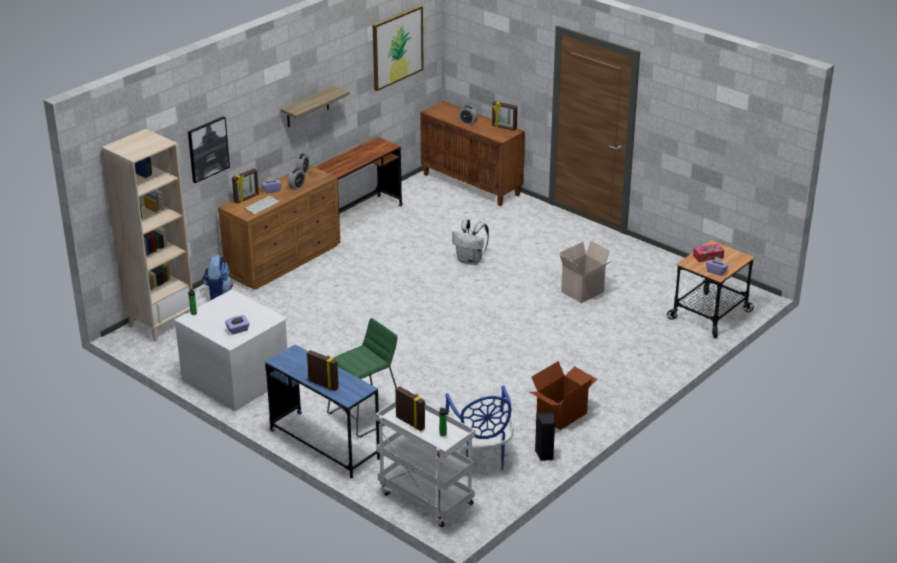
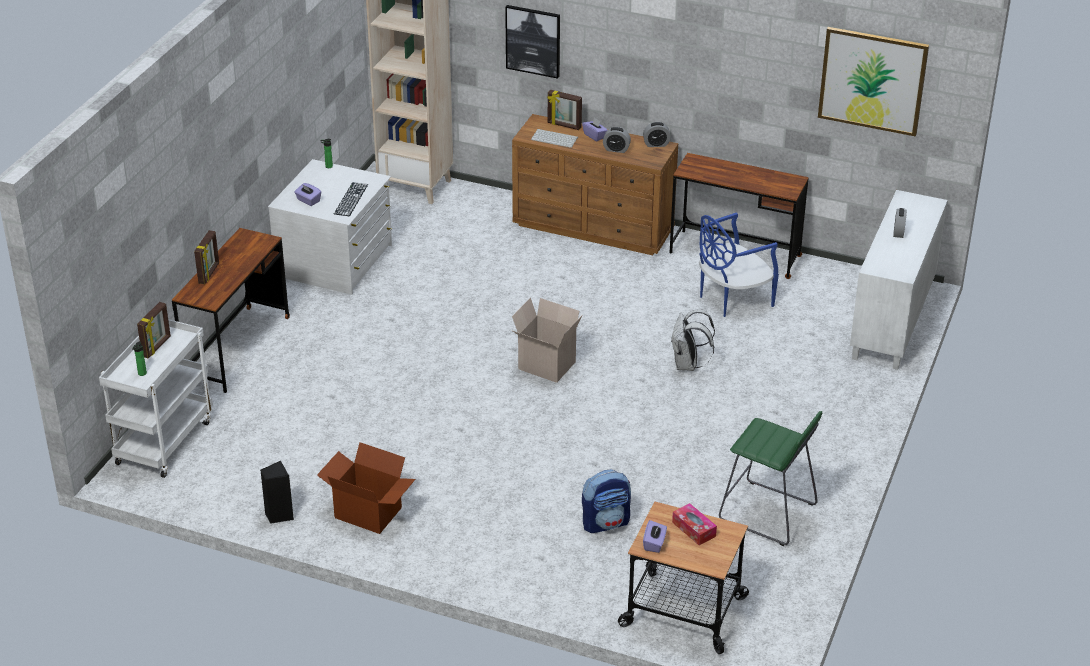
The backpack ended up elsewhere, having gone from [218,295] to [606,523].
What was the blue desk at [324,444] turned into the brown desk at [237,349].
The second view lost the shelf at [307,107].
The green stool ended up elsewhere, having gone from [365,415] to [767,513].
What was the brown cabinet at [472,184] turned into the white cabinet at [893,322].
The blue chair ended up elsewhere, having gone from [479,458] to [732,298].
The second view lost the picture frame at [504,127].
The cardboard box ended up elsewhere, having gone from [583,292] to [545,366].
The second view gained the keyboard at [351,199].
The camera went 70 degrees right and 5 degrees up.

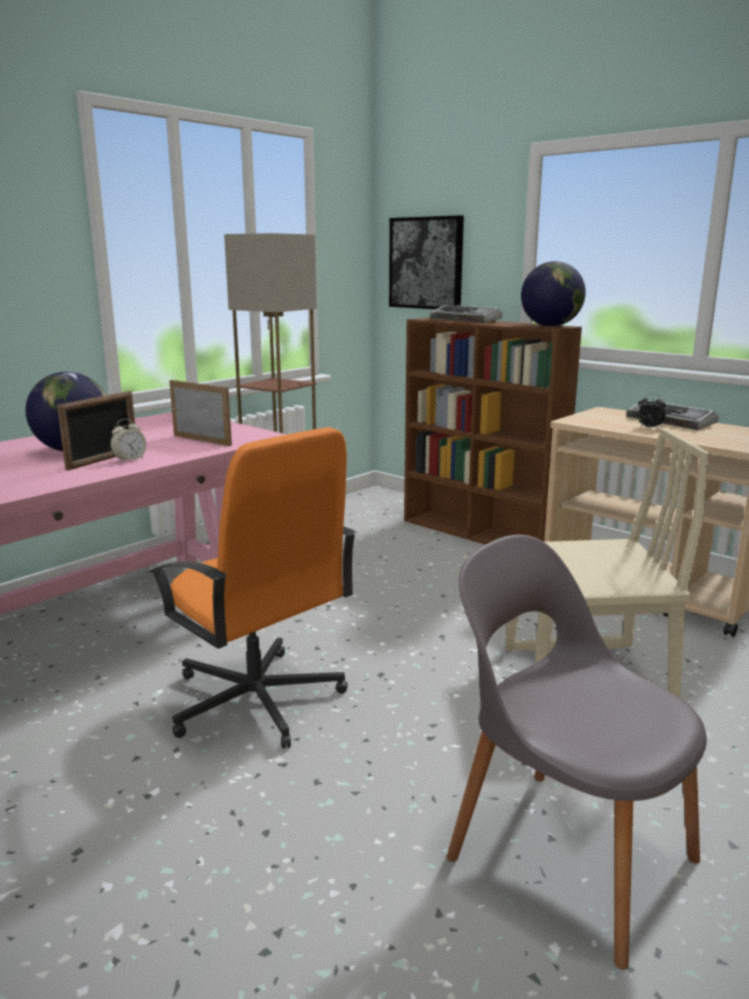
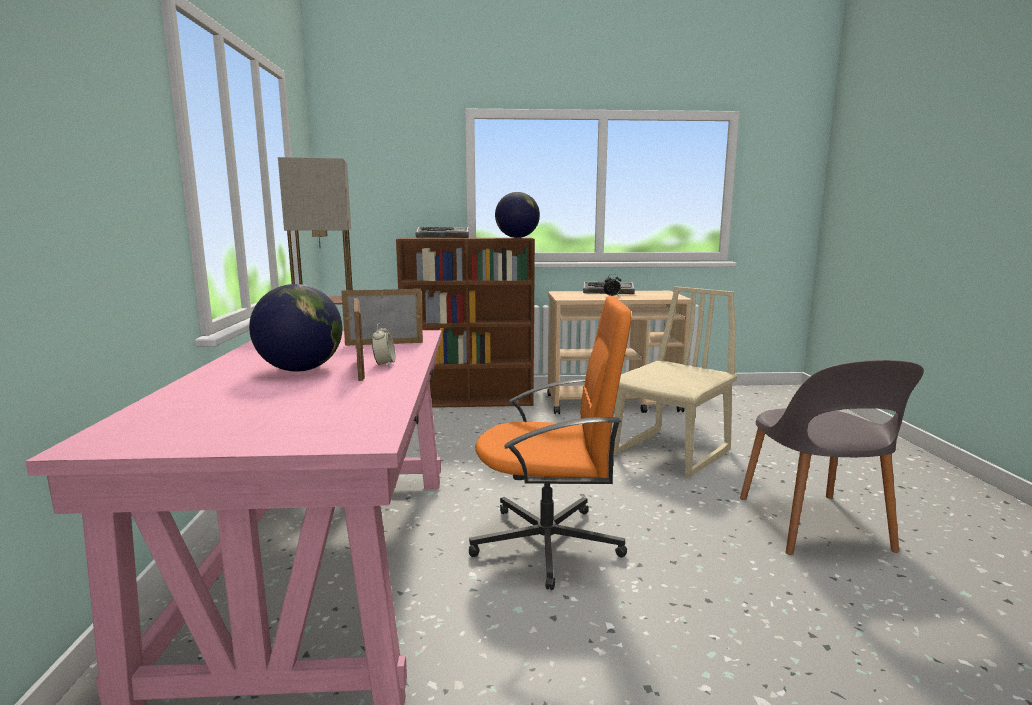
The second view lost the picture at [426,263].
The grey chair at [566,853] ended up facing another way, 90 degrees counterclockwise from before.
The camera went 45 degrees left and 5 degrees down.

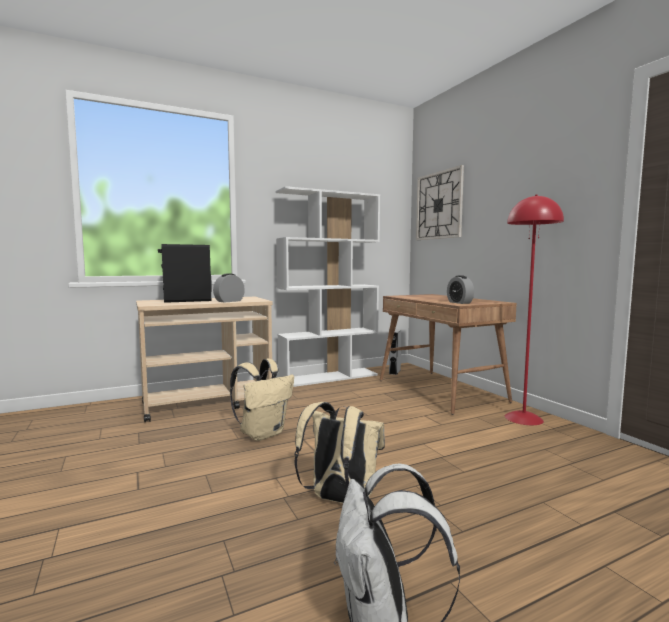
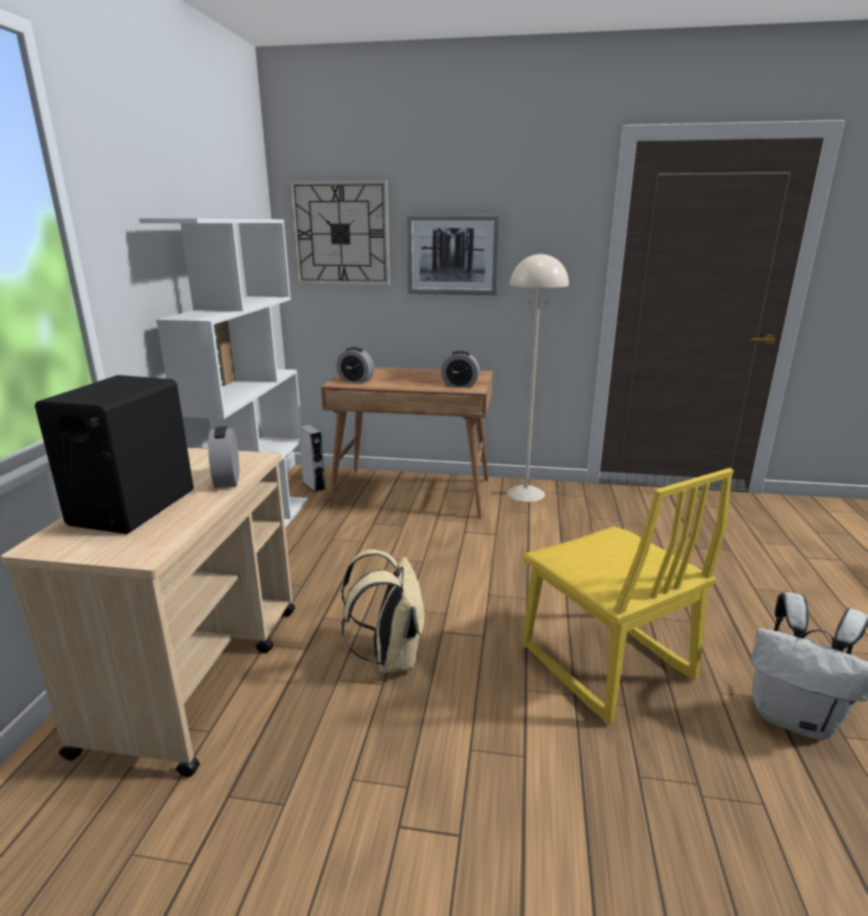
Where the beige backpack stood at [339,500], the yellow chair came to stand at [604,663].
What was the red floor lamp at [524,418] turned into the beige floor lamp at [526,493].
The second view gained the alarm clock at [355,380].
The second view gained the picture at [452,255].
The camera went 55 degrees left and 15 degrees up.

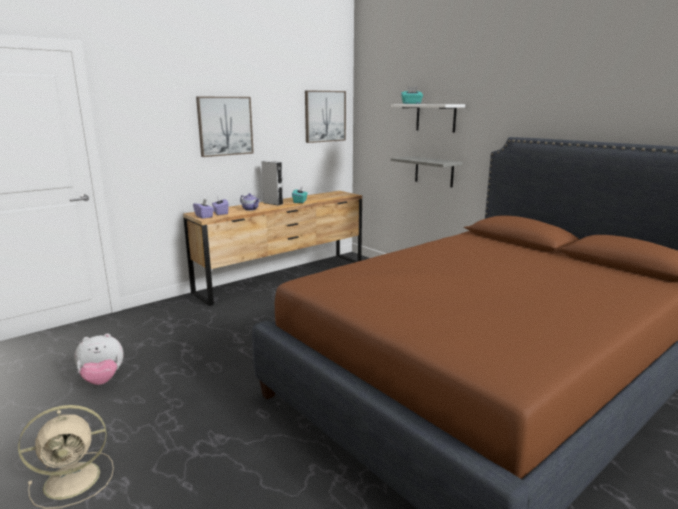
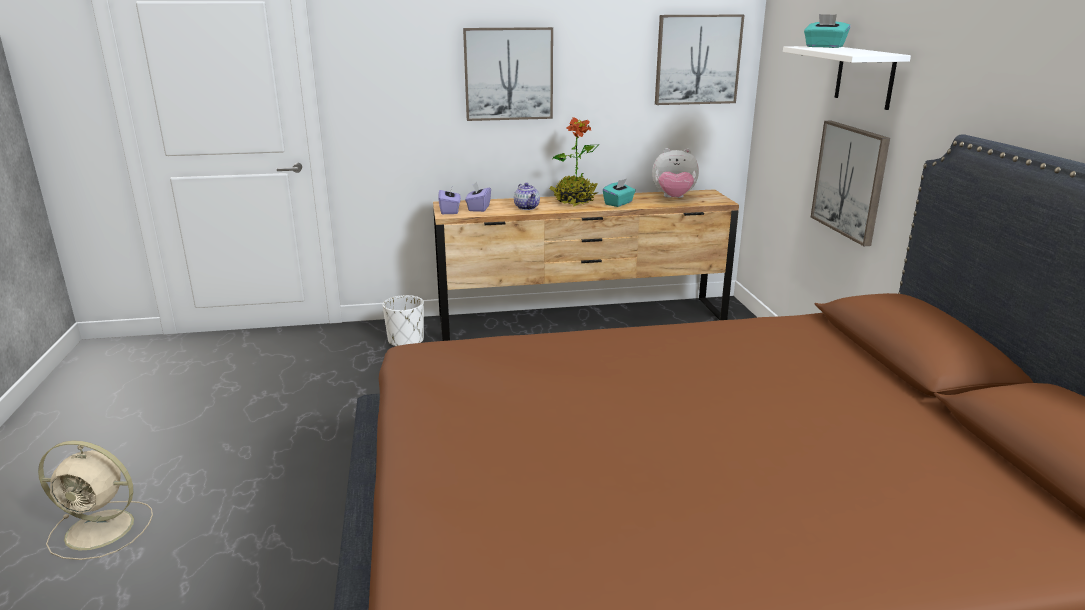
The plush toy ended up elsewhere, having gone from [102,380] to [673,198].
Where the grey speaker stood at [273,203], the potted plant came to stand at [574,201].
Where the grey shelf hung at [434,171], the picture came to hang at [850,181].
The second view gained the white planter at [406,341].
The camera went 30 degrees right and 5 degrees up.

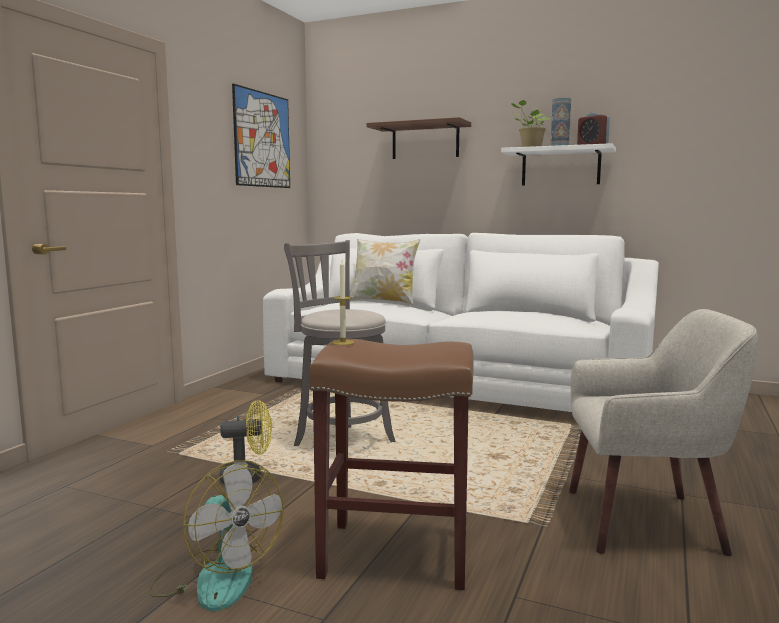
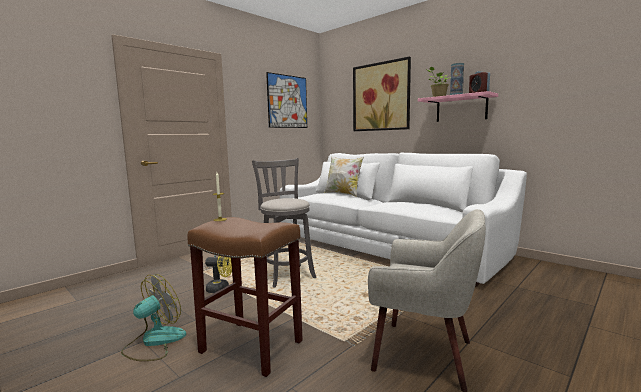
The fan at [215,577] ended up facing another way, 120 degrees counterclockwise from before.
Where the brown shelf hung at [425,141], the picture came to hang at [381,97].
What was the white shelf at [560,167] turned into the pink shelf at [461,108].
The camera went 20 degrees right and 0 degrees up.

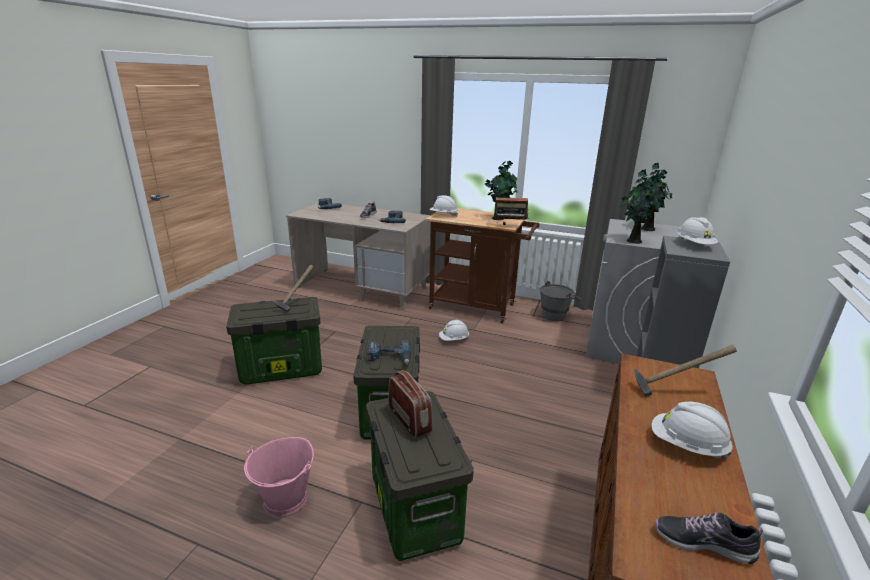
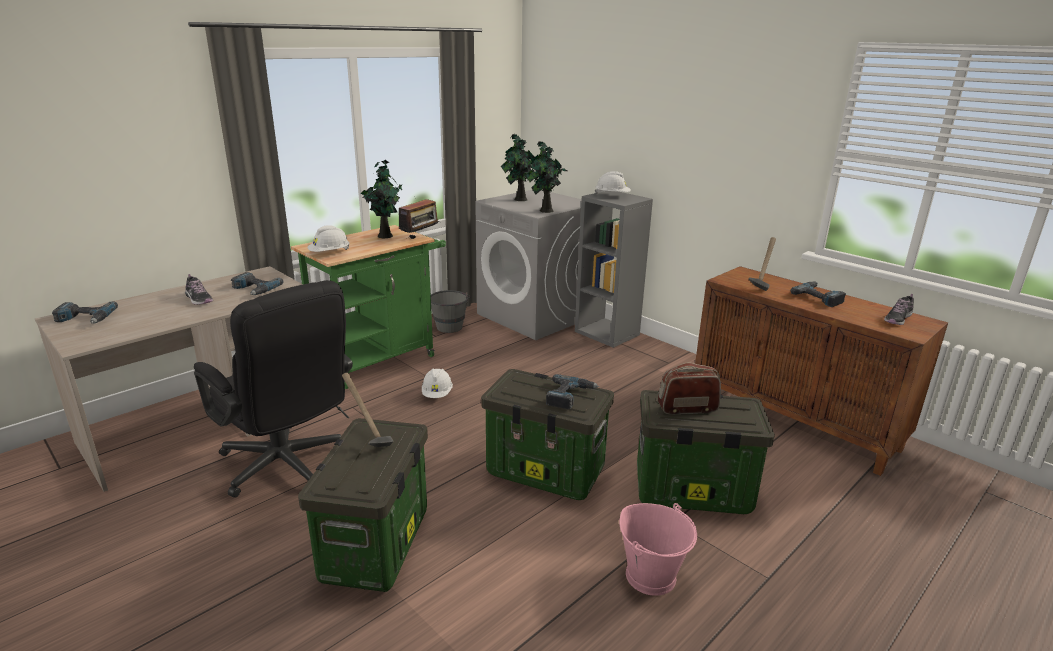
What was the brown cart at [477,307] turned into the green cart at [381,359].
Where the white hard hat stood at [686,446], the power drill came to stand at [819,297].
The second view gained the black office chair at [288,467].
The camera went 65 degrees left and 0 degrees up.

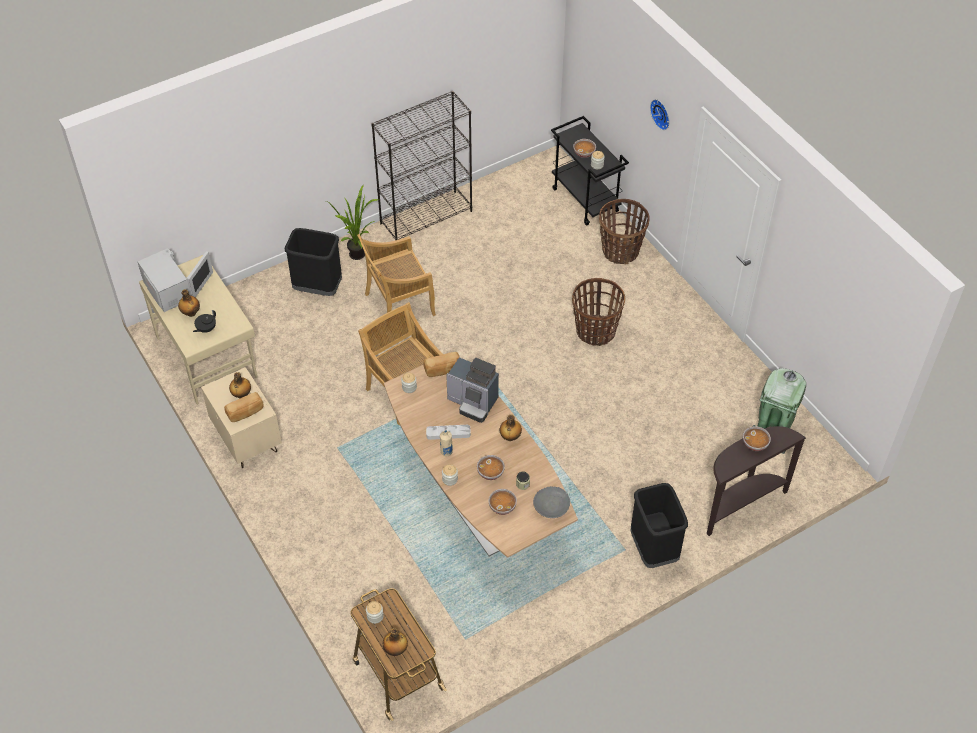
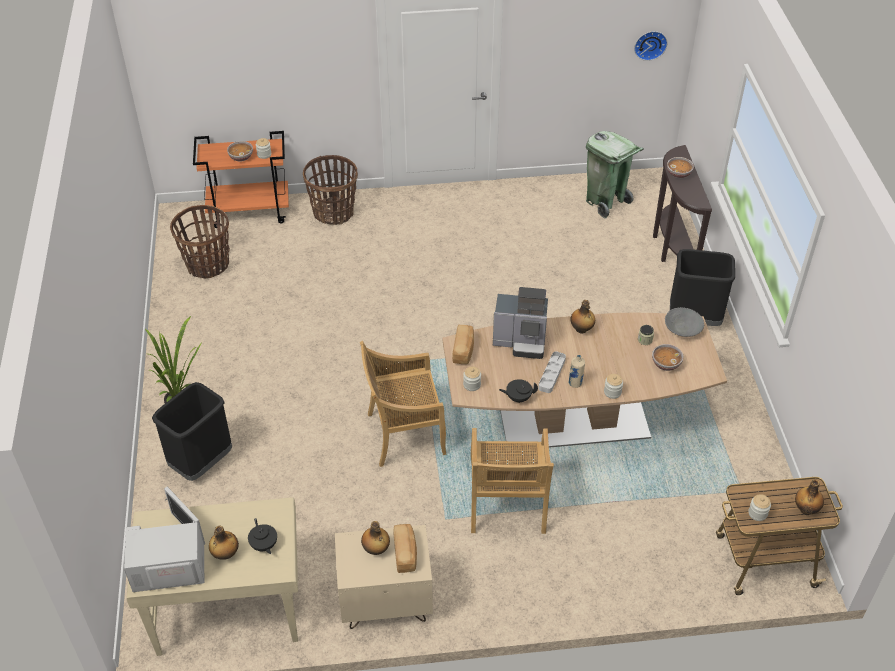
The beige chair ended up elsewhere, having gone from [398,305] to [507,506].
The second view lost the black bookcase at [426,217].
The coffee machine at [473,402] ended up facing another way, 45 degrees clockwise from before.
The second view lost the bowl at [490,473].
What was the black cart at [586,200] turned into the orange cart at [250,211].
The basket ended up elsewhere, having gone from [595,331] to [207,265].
The wall clock ended up elsewhere, having gone from [661,113] to [650,44].
The second view gained the black teapot at [518,398].
The camera went 65 degrees left and 5 degrees down.

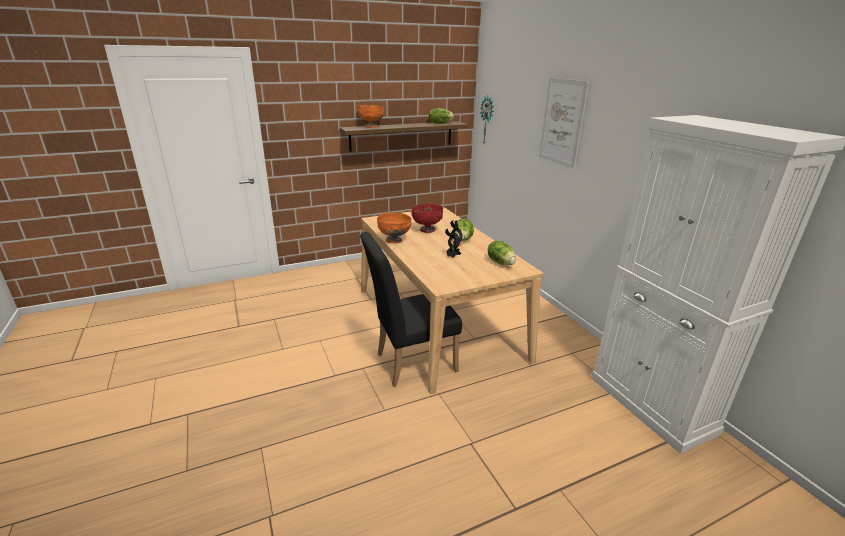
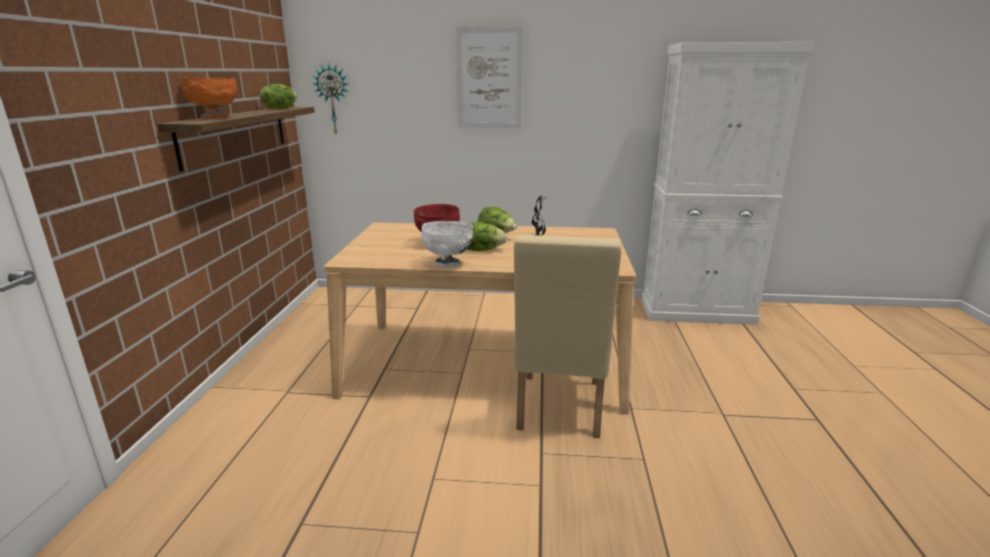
What was the black chair at [410,363] turned into the beige chair at [558,410].
What was the orange bowl at [394,241] turned into the white bowl at [448,264].
The lettuce ended up elsewhere, having gone from [501,262] to [480,250].
The camera went 60 degrees left and 5 degrees down.

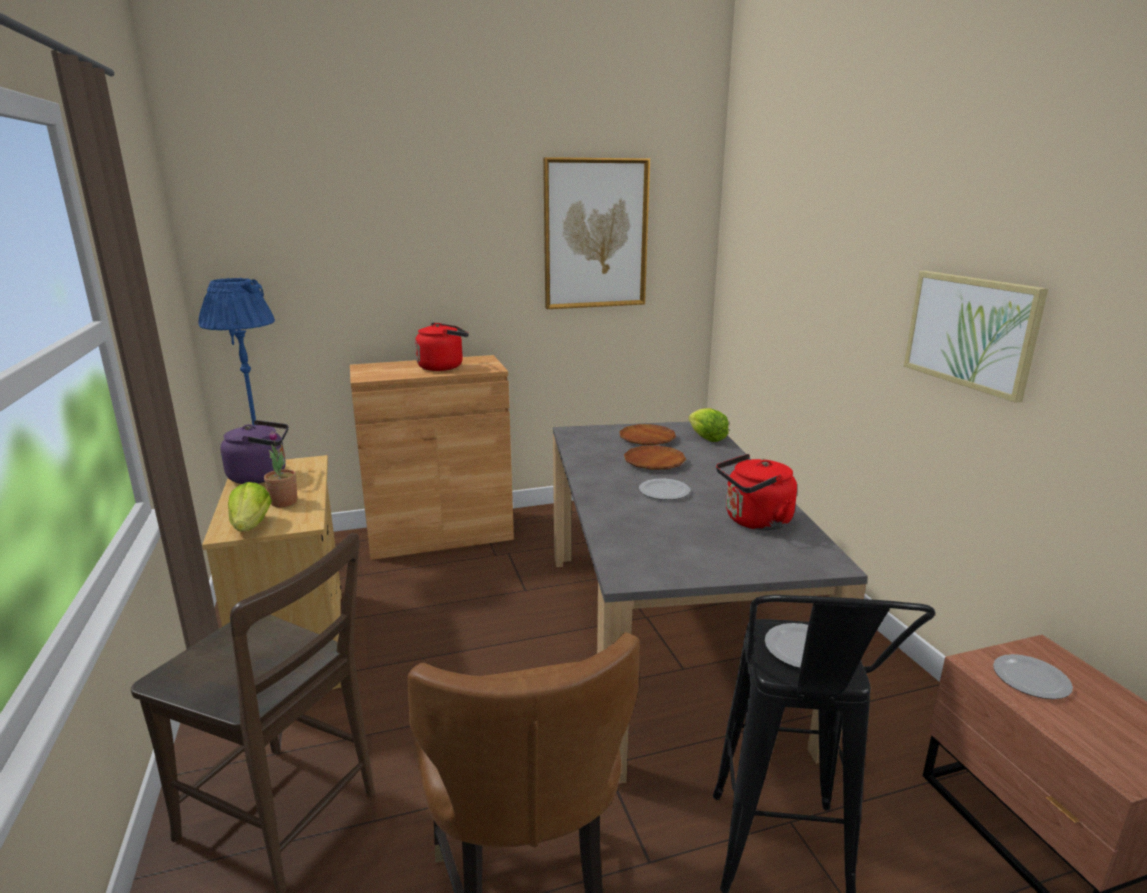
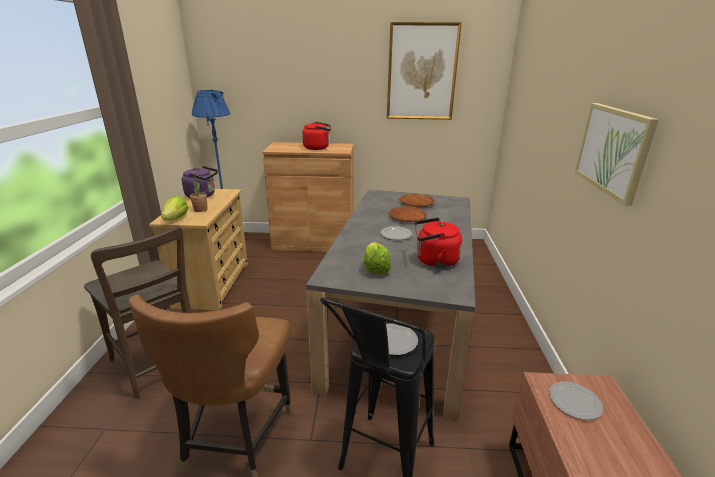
The lettuce ended up elsewhere, having gone from [706,438] to [375,268].
The camera went 20 degrees right and 5 degrees up.

